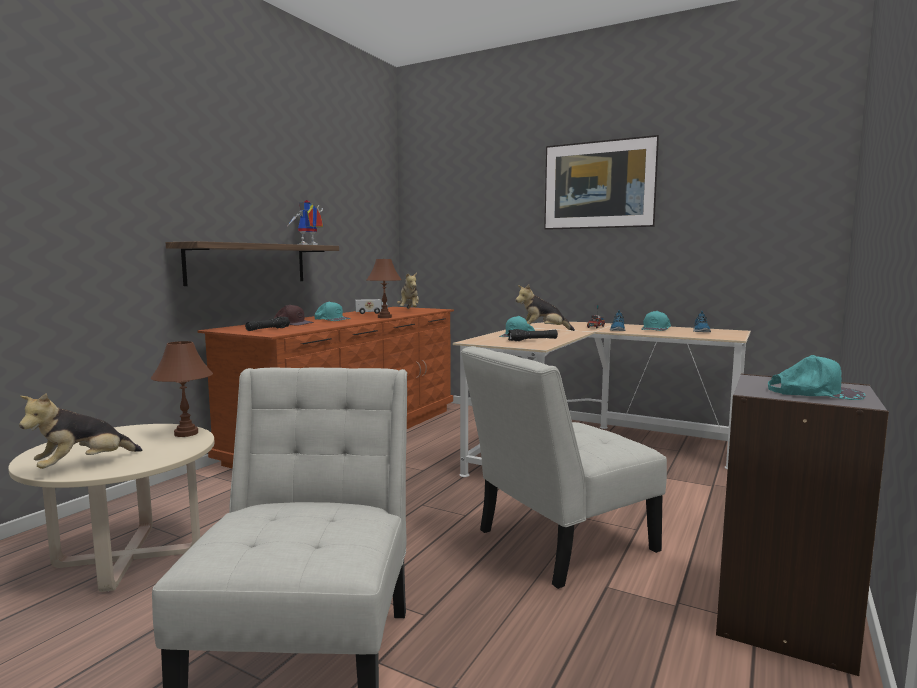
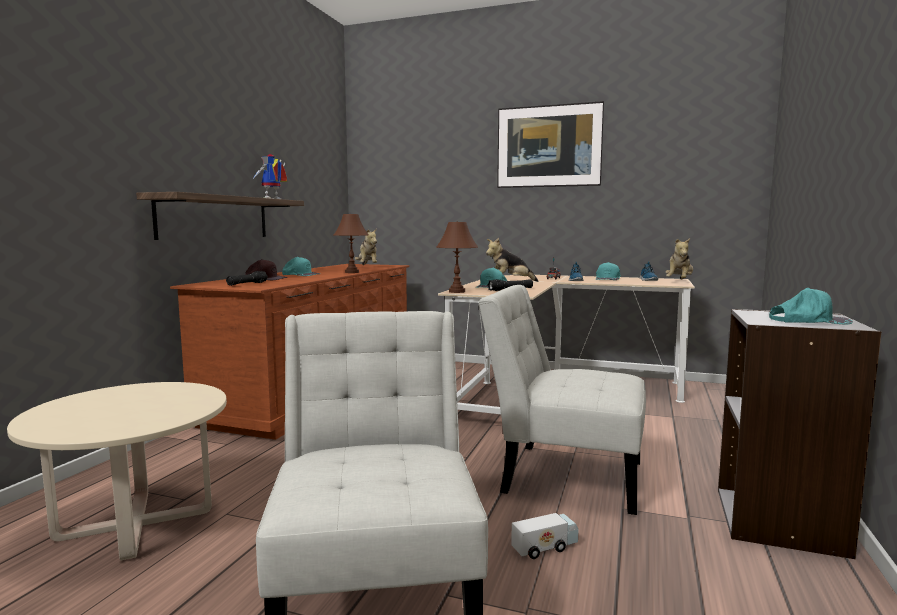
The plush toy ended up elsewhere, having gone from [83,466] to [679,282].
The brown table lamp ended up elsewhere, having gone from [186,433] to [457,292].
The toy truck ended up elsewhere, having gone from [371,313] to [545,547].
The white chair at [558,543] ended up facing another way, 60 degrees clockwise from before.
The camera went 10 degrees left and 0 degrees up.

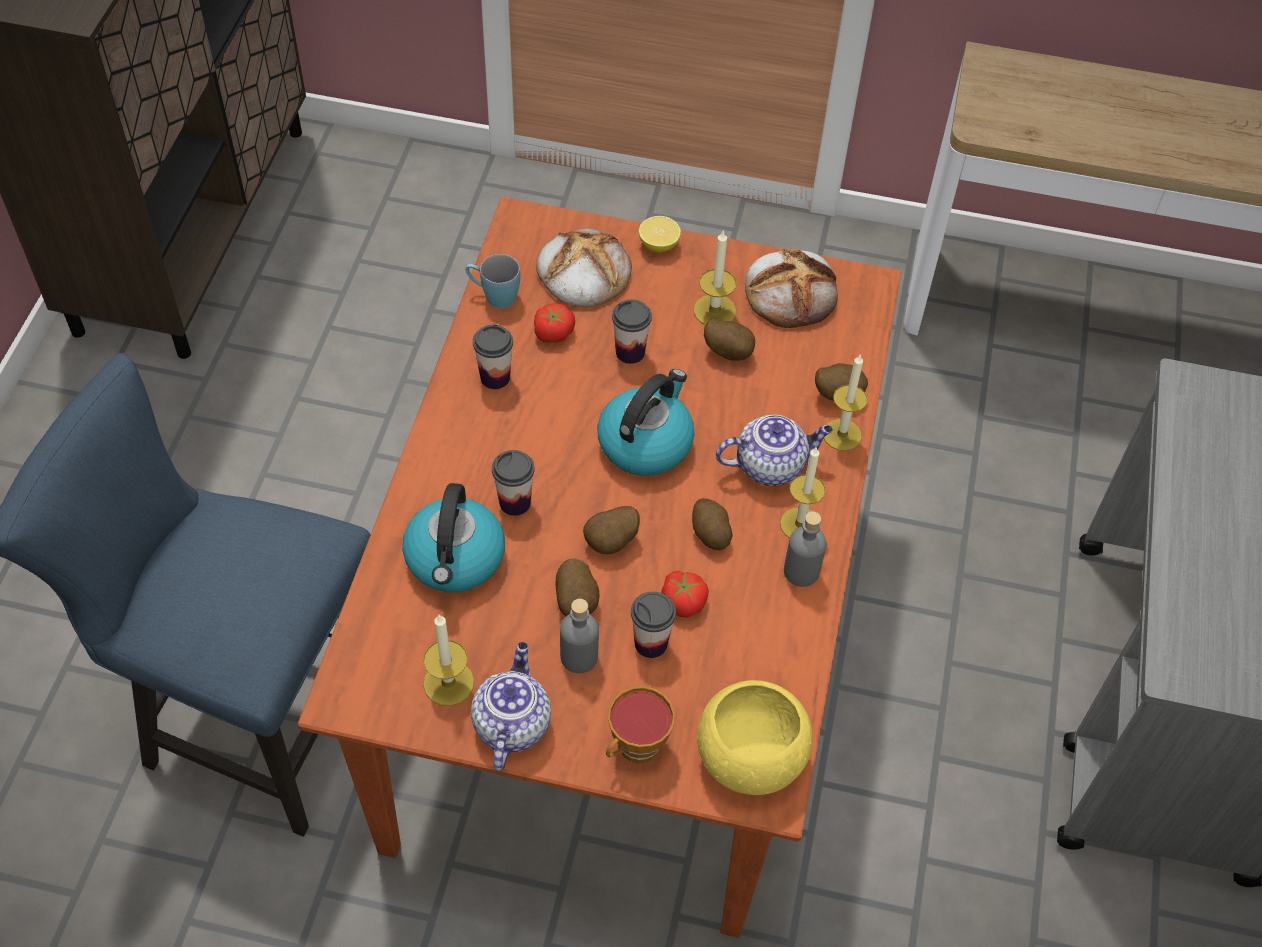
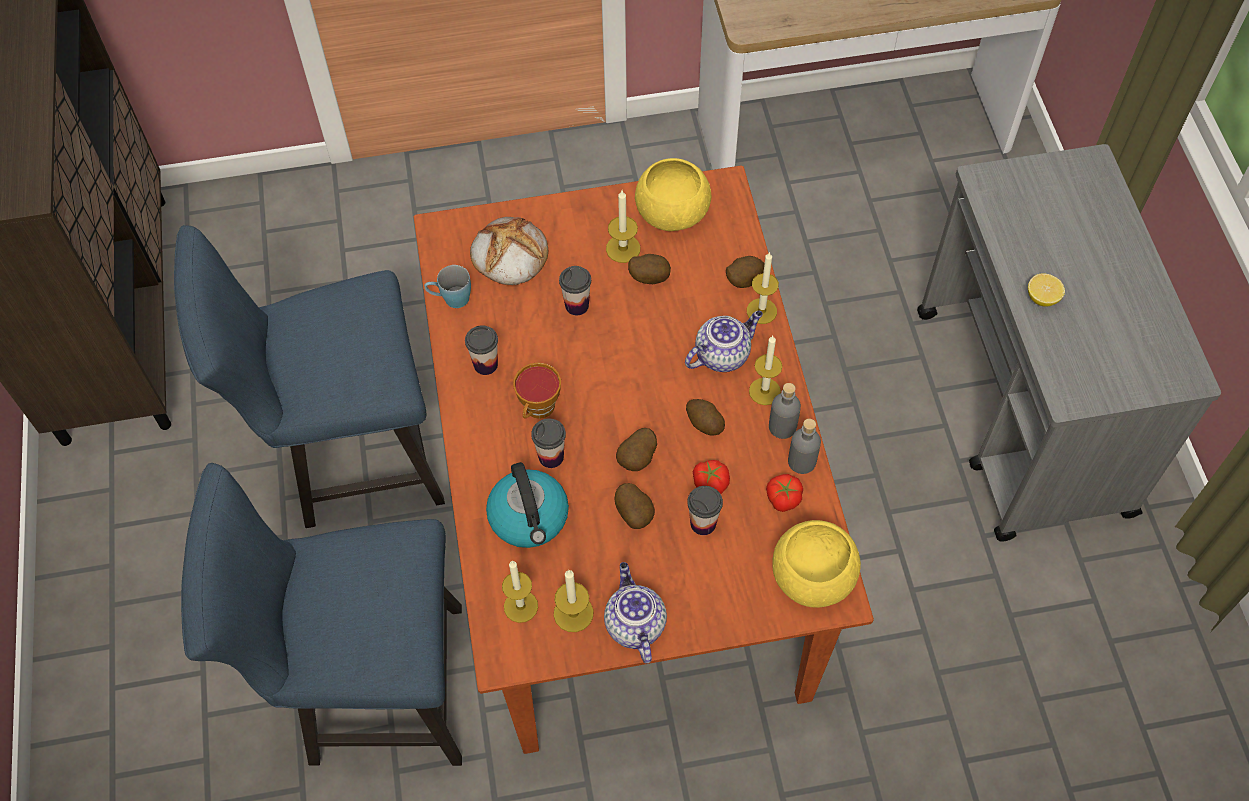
The tomato ended up elsewhere, having gone from [553,332] to [783,498].
The grey bottle ended up elsewhere, having gone from [579,657] to [802,461].
The second view lost the kettle at [645,442].
The cup ended up elsewhere, having gone from [635,748] to [538,409].
The lemon ended up elsewhere, having gone from [658,244] to [1042,298].
Where the bread stood at [791,292], the yellow bowl came to stand at [672,212].
The second view gained the blue chair at [349,456].
The second view gained the candle at [520,606].
The camera went 20 degrees left and 5 degrees up.

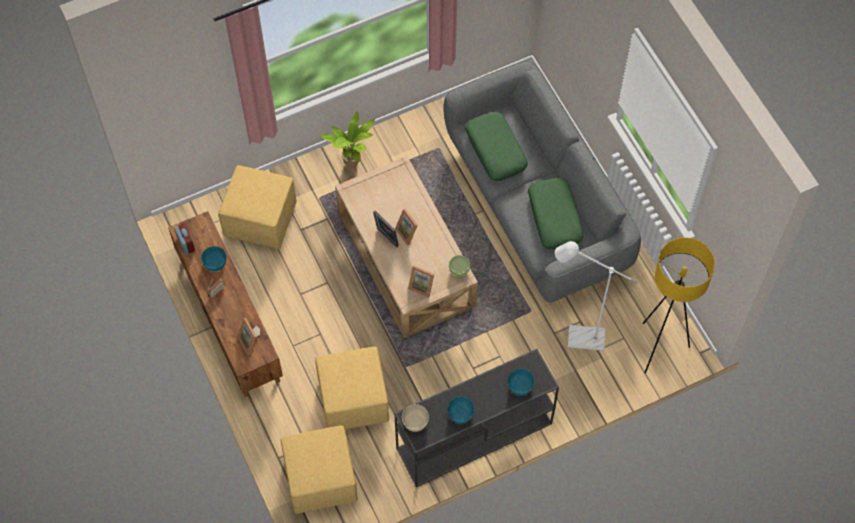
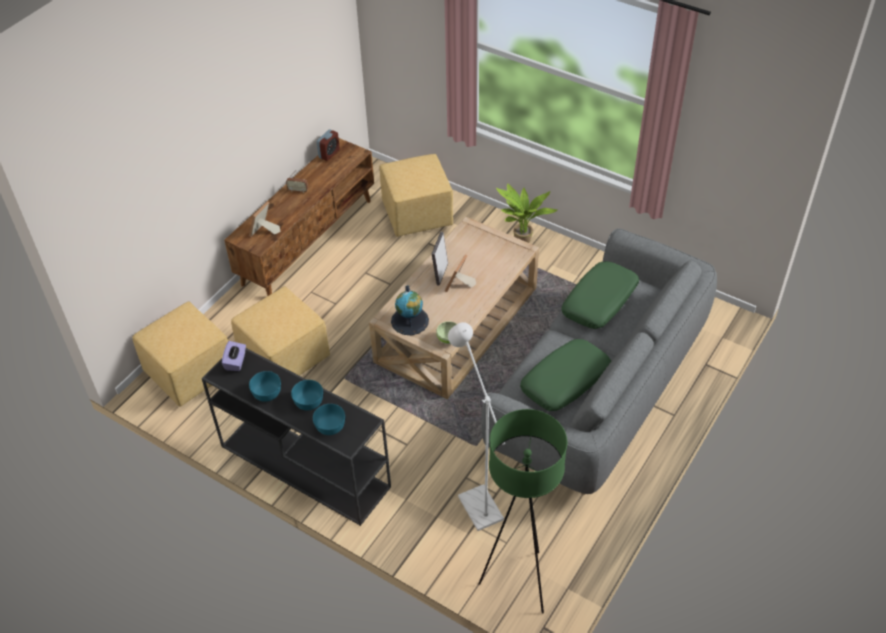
The turquoise bowl ended up elsewhere, having gone from [215,263] to [308,402].
Where the beige bowl stood at [415,422], the purple tissue box came to stand at [236,362].
Where the picture frame stood at [422,285], the globe came to stand at [410,321].
What was the yellow floor lamp at [658,348] turned into the green floor lamp at [518,582].
The camera went 60 degrees right and 15 degrees down.

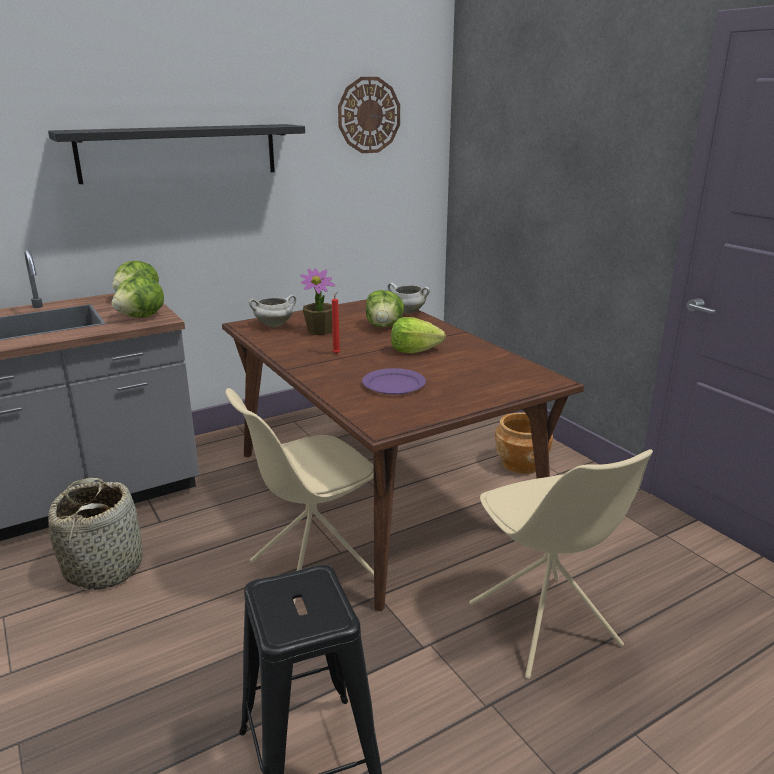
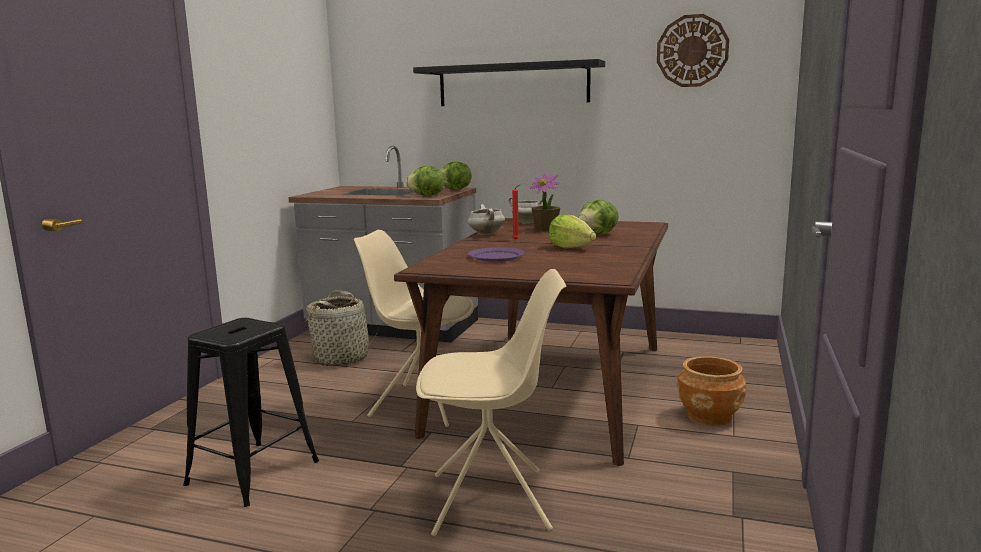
The white cooking pot ended up elsewhere, having gone from [407,312] to [486,234].
The beige chair at [544,626] ended up facing another way, 120 degrees counterclockwise from before.
The camera went 50 degrees right and 10 degrees down.

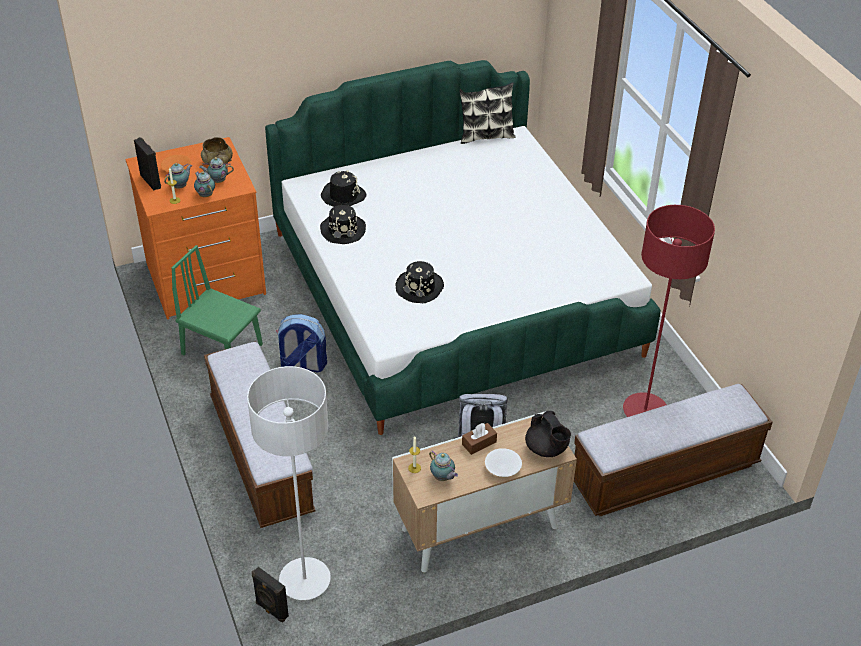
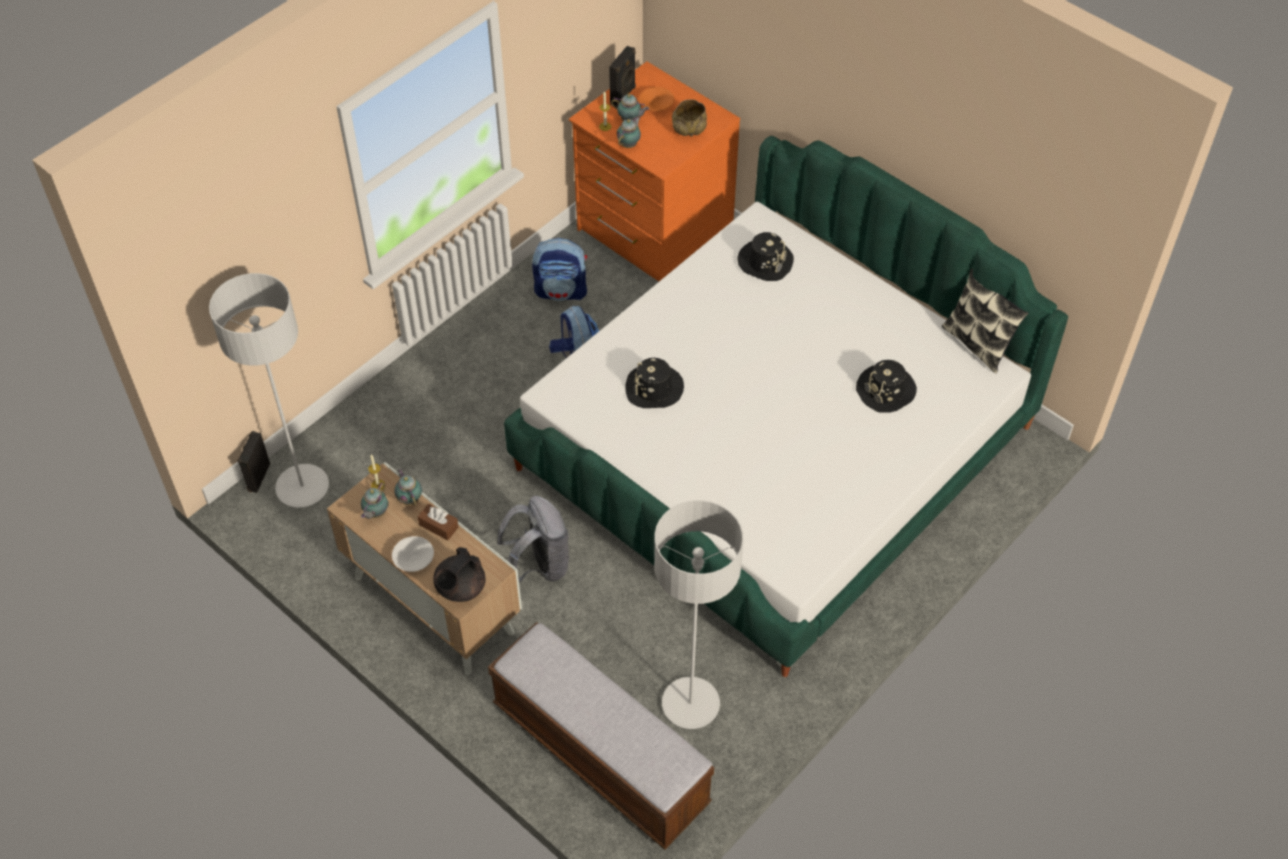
Where the green chair stood at [222,349], the backpack came to stand at [561,291].
The teapot ended up elsewhere, having gone from [217,181] to [409,498].
The second view lost the bench at [261,455].
The black hat ended up elsewhere, having gone from [343,230] to [886,390].
What was the red floor lamp at [645,411] turned into the grey floor lamp at [690,704].
The camera went 65 degrees right and 10 degrees up.

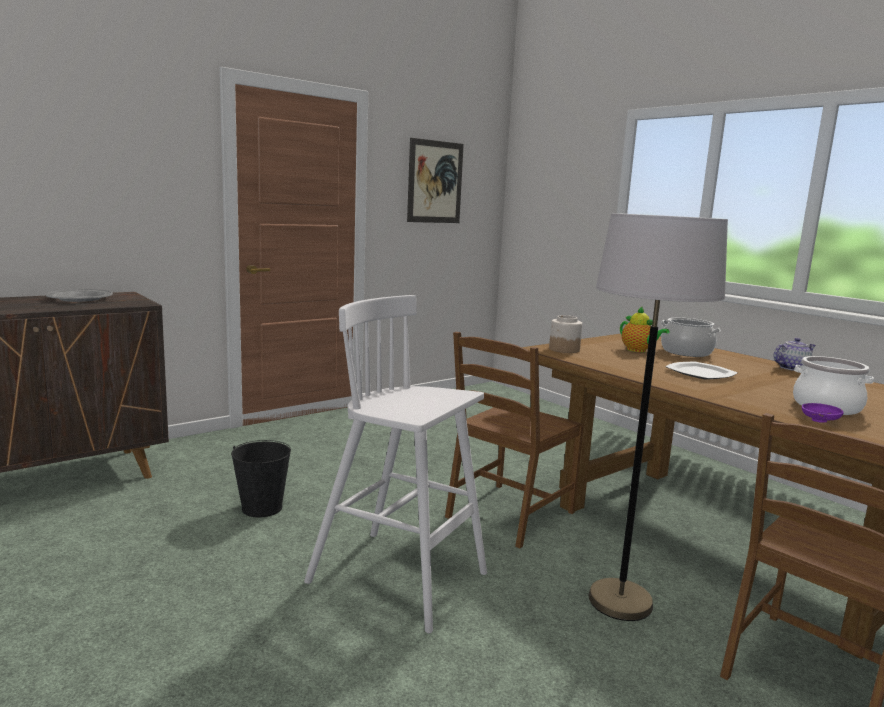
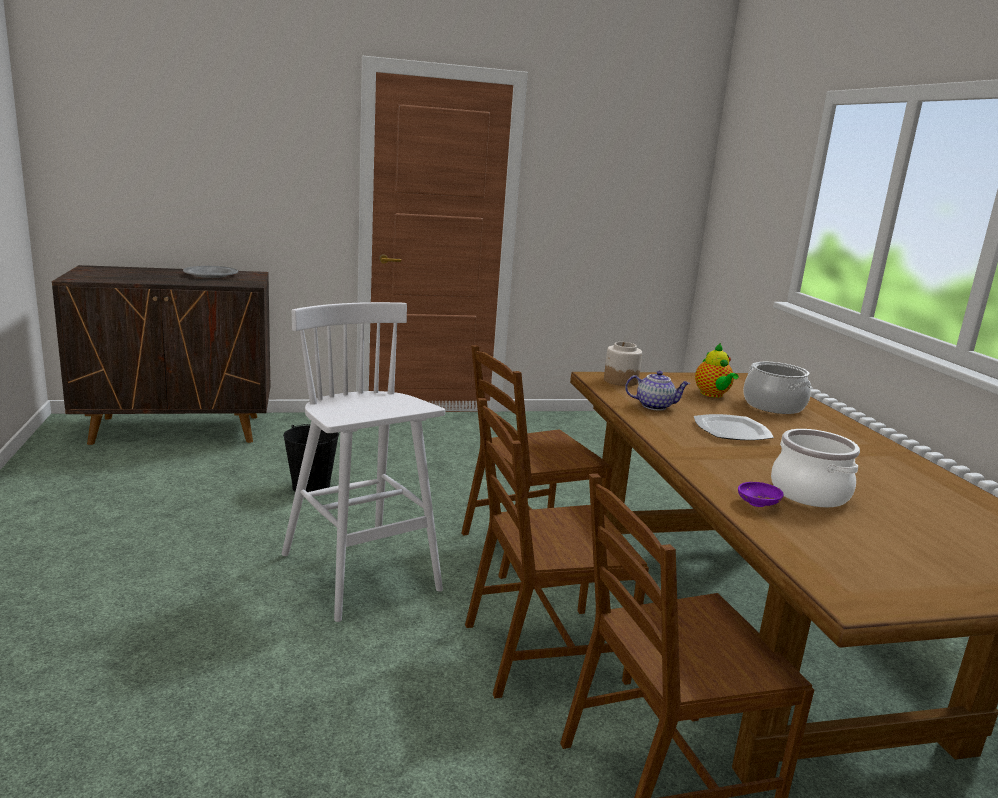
The second view lost the picture at [435,182].
Where the grey floor lamp stood at [620,601], the brown chair came to stand at [542,652].
The teapot ended up elsewhere, having gone from [791,368] to [654,406].
The camera went 25 degrees right and 5 degrees up.

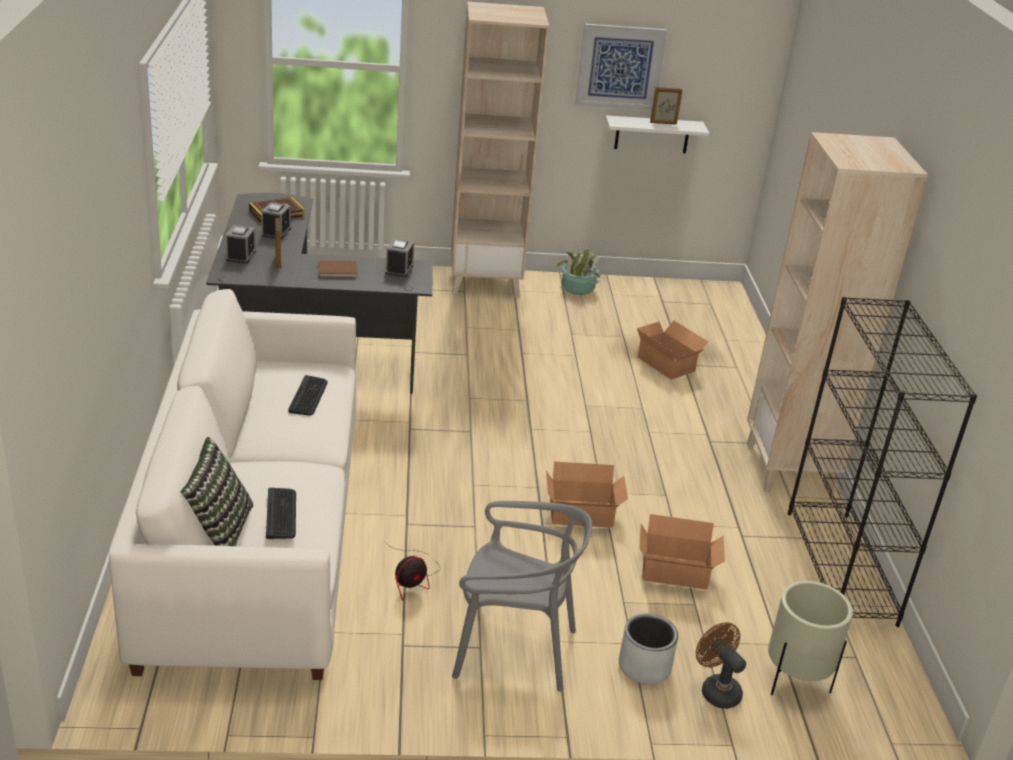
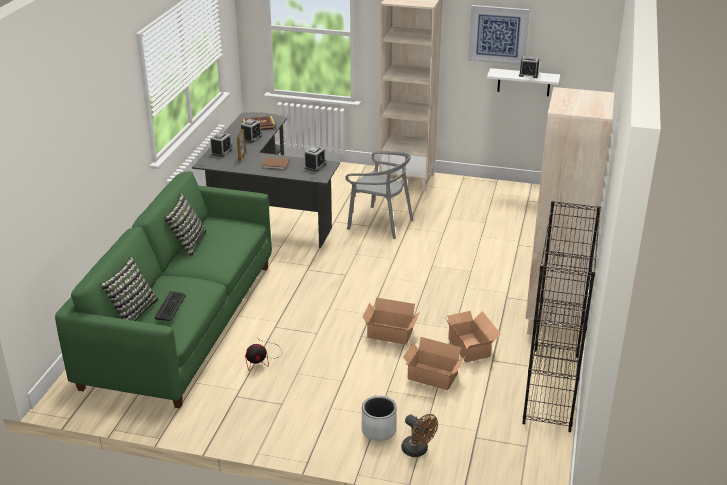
What was the white sofa at [254,537] turned into the green sofa at [181,323].
The second view lost the keyboard at [308,396].
The grey chair ended up elsewhere, having gone from [514,649] to [380,223].
The second view lost the potted plant at [578,288].
The cardboard box ended up elsewhere, having gone from [666,363] to [470,346].
Where the picture frame stood at [663,123], the alarm clock came to stand at [528,74].
The brown fan at [716,689] ended up facing another way, 150 degrees clockwise from before.
The second view lost the beige planter at [795,680].
The second view gained the pillow at [187,243].
The camera went 20 degrees right and 0 degrees up.

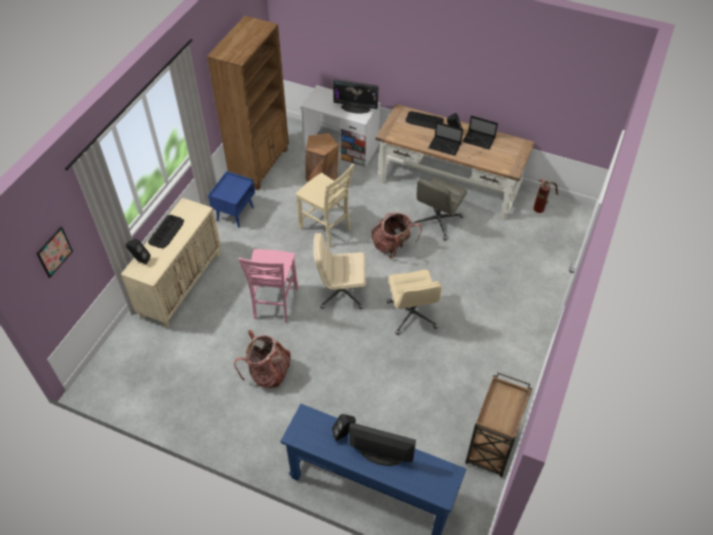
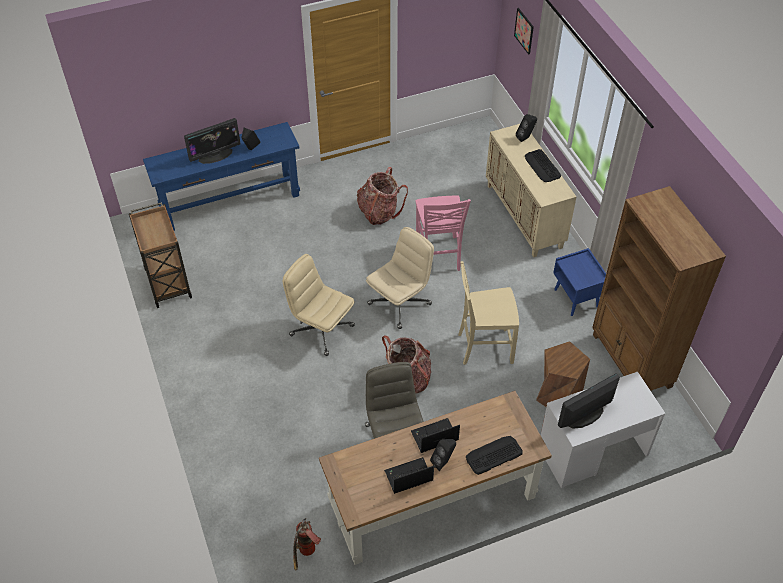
The pink chair at [274,304] ended up facing another way, 150 degrees counterclockwise from before.
The camera went 135 degrees right and 0 degrees up.

